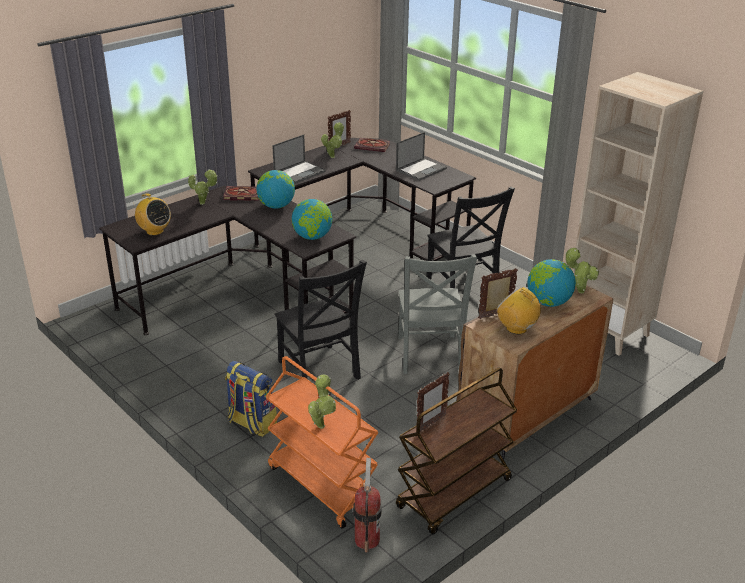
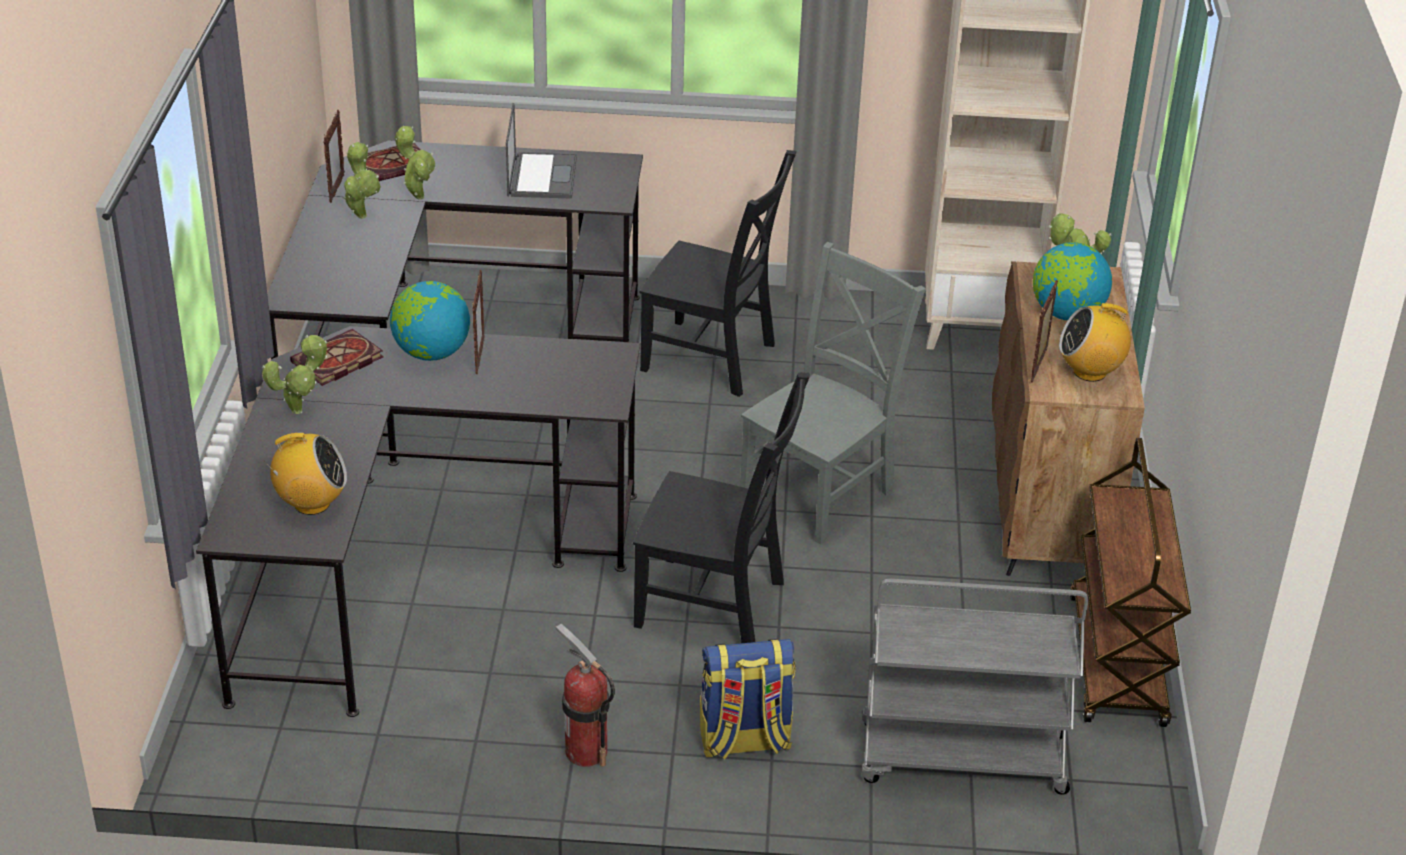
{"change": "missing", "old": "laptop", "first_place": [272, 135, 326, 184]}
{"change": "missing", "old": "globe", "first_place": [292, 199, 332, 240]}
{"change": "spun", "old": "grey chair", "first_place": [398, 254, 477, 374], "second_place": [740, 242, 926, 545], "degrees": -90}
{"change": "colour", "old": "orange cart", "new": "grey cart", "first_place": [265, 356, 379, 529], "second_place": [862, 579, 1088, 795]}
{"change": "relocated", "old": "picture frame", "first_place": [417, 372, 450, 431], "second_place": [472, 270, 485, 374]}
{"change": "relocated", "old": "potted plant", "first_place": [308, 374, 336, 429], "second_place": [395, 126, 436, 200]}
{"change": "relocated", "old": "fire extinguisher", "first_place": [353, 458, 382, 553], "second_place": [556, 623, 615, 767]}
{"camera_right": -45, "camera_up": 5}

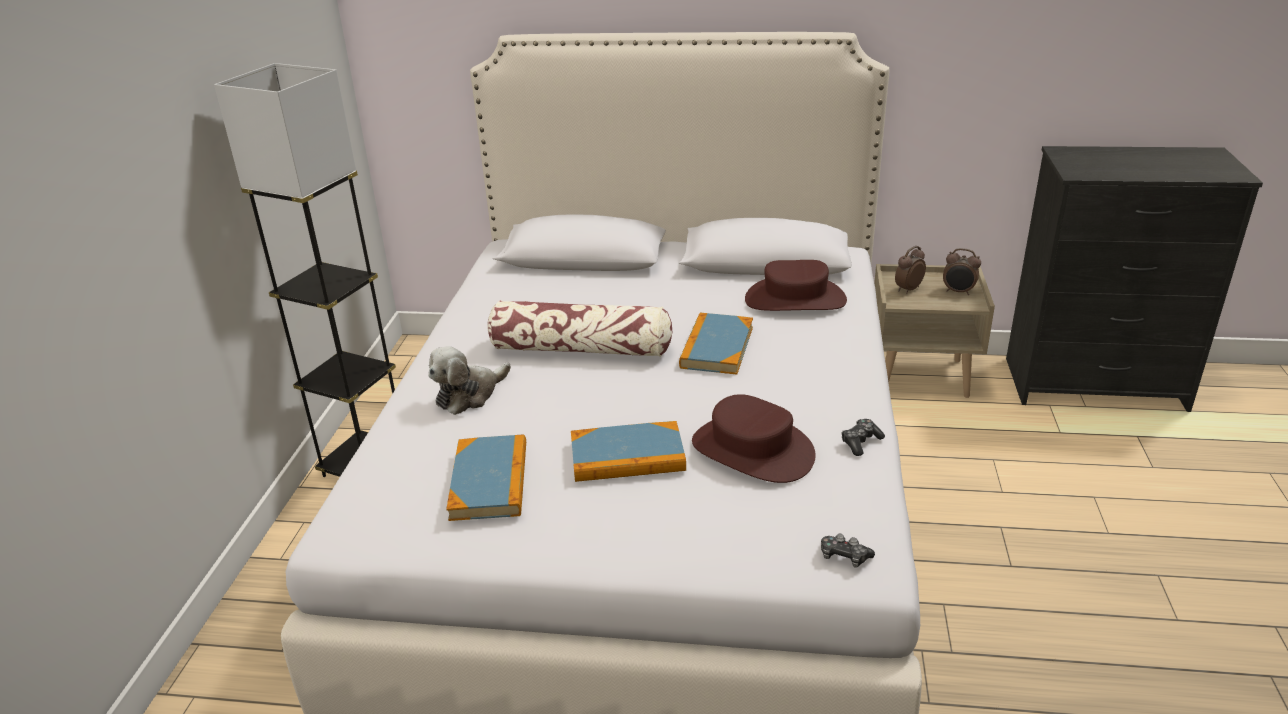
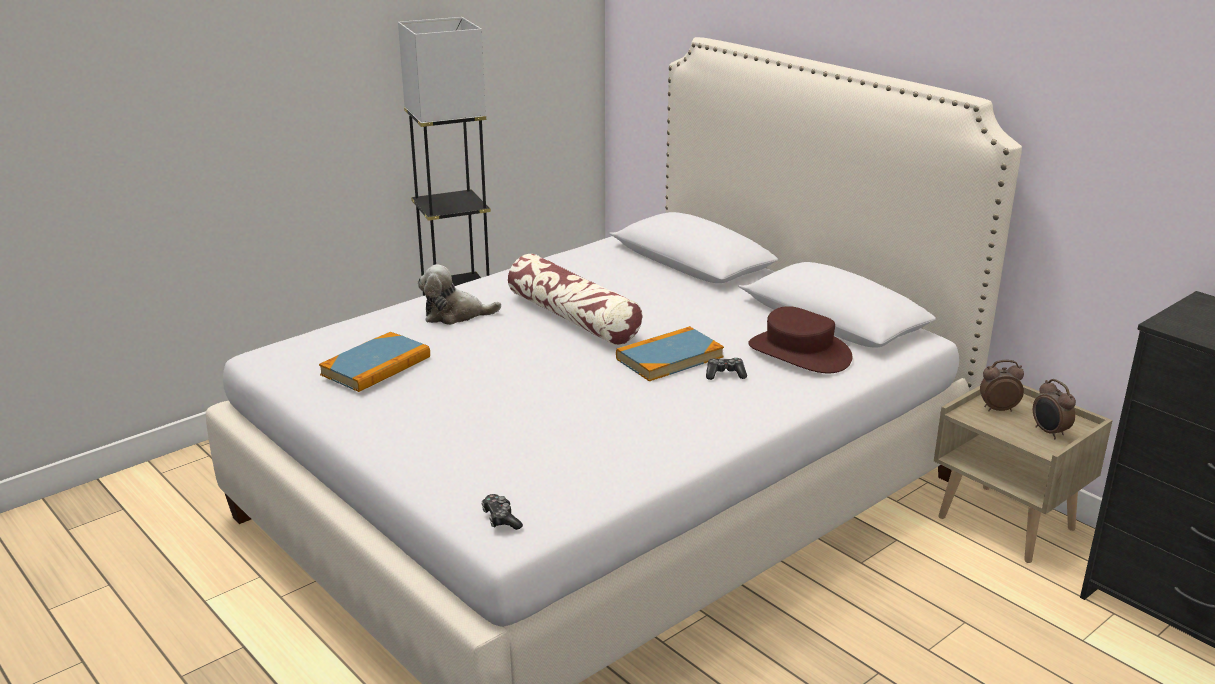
{"change": "missing", "old": "brown hat", "first_place": [692, 394, 816, 483]}
{"change": "relocated", "old": "game controller", "first_place": [841, 419, 885, 456], "second_place": [706, 358, 747, 380]}
{"change": "missing", "old": "book", "first_place": [571, 421, 686, 482]}
{"camera_right": 40, "camera_up": -5}

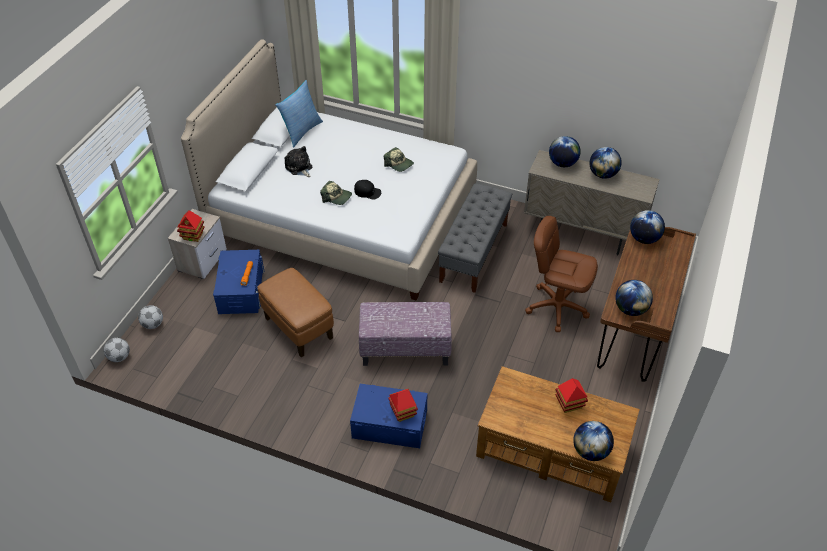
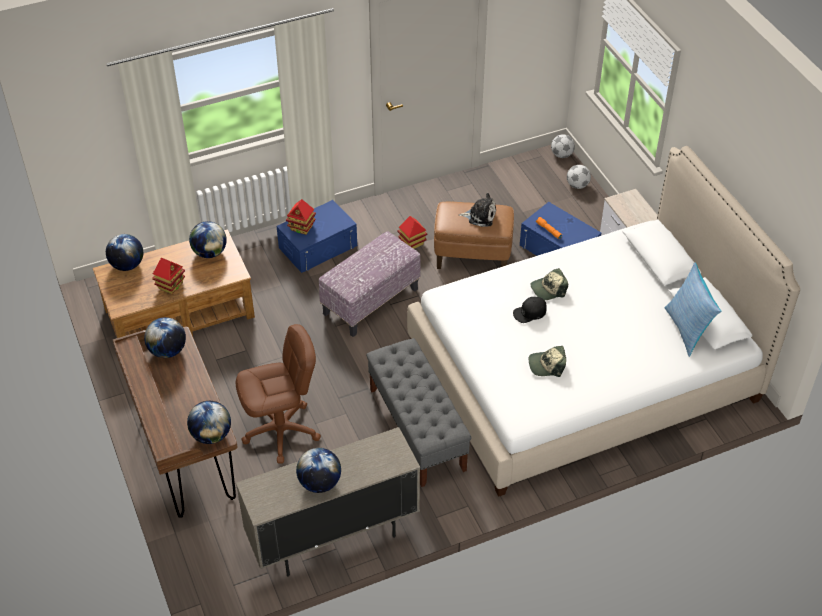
{"change": "relocated", "old": "globe", "first_place": [549, 136, 581, 167], "second_place": [189, 221, 227, 258]}
{"change": "relocated", "old": "plush toy", "first_place": [284, 146, 312, 177], "second_place": [459, 193, 496, 227]}
{"change": "relocated", "old": "toy house", "first_place": [177, 210, 205, 242], "second_place": [397, 216, 427, 249]}
{"camera_right": 135, "camera_up": 0}

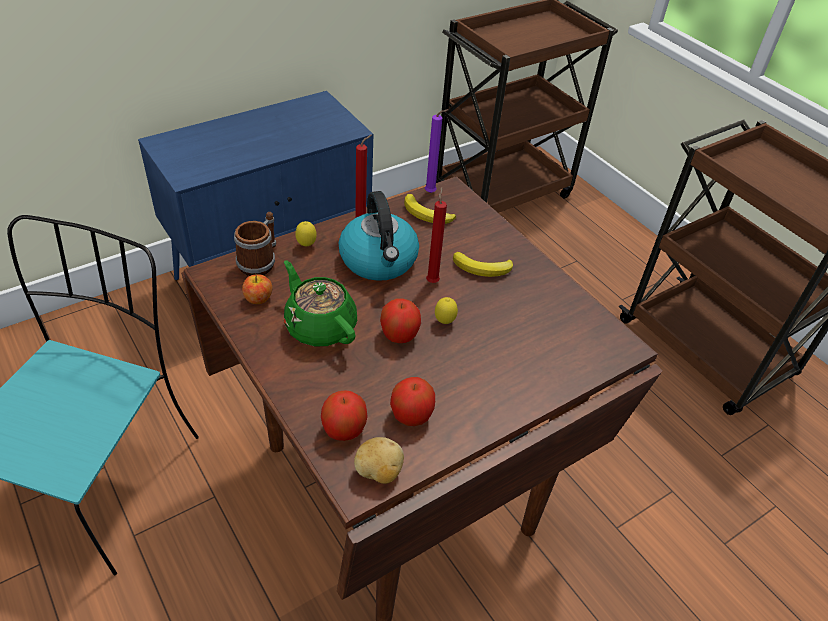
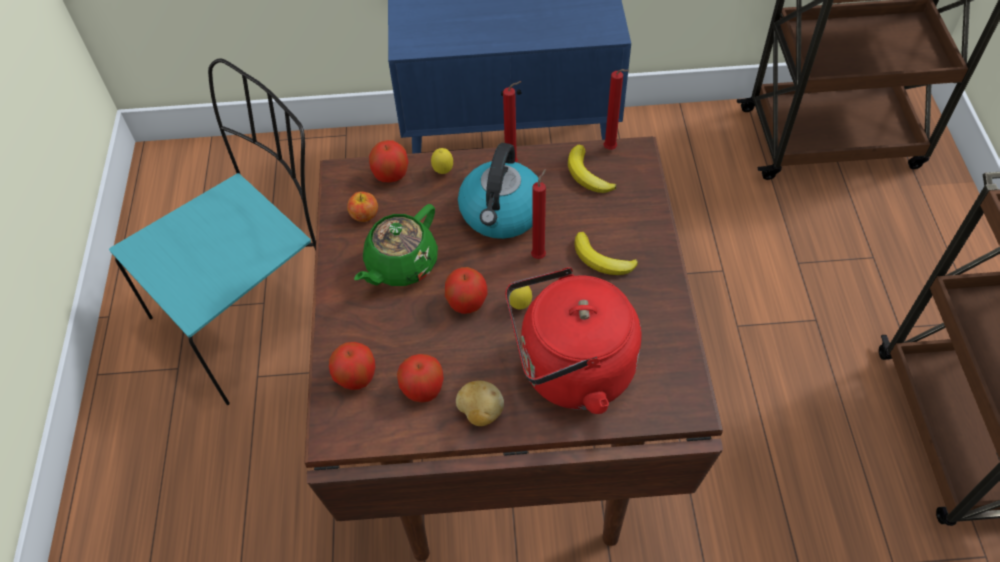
{"change": "colour", "old": "purple candle", "new": "red candle", "first_place": [425, 109, 449, 193], "second_place": [604, 69, 629, 150]}
{"change": "exchanged", "old": "mug", "new": "apple", "first_place": [234, 212, 276, 276], "second_place": [369, 140, 409, 182]}
{"change": "spun", "old": "green teapot", "first_place": [284, 260, 357, 347], "second_place": [354, 204, 438, 286], "degrees": -135}
{"change": "relocated", "old": "potato", "first_place": [354, 437, 404, 484], "second_place": [456, 381, 504, 426]}
{"change": "appeared", "new": "red kettle", "second_place": [505, 268, 642, 414]}
{"camera_right": 35, "camera_up": 10}

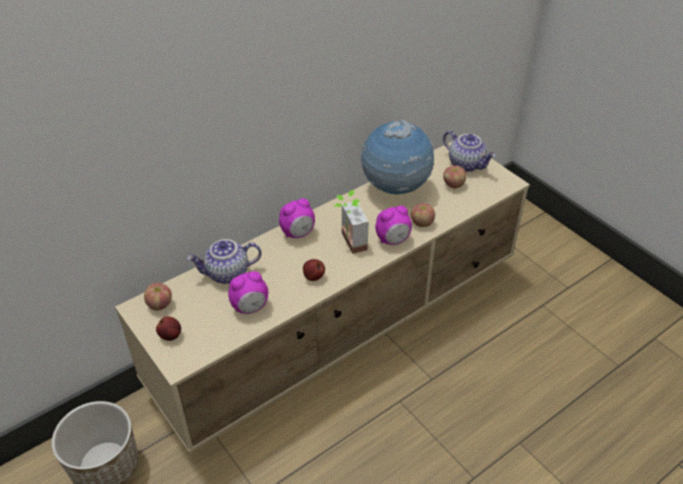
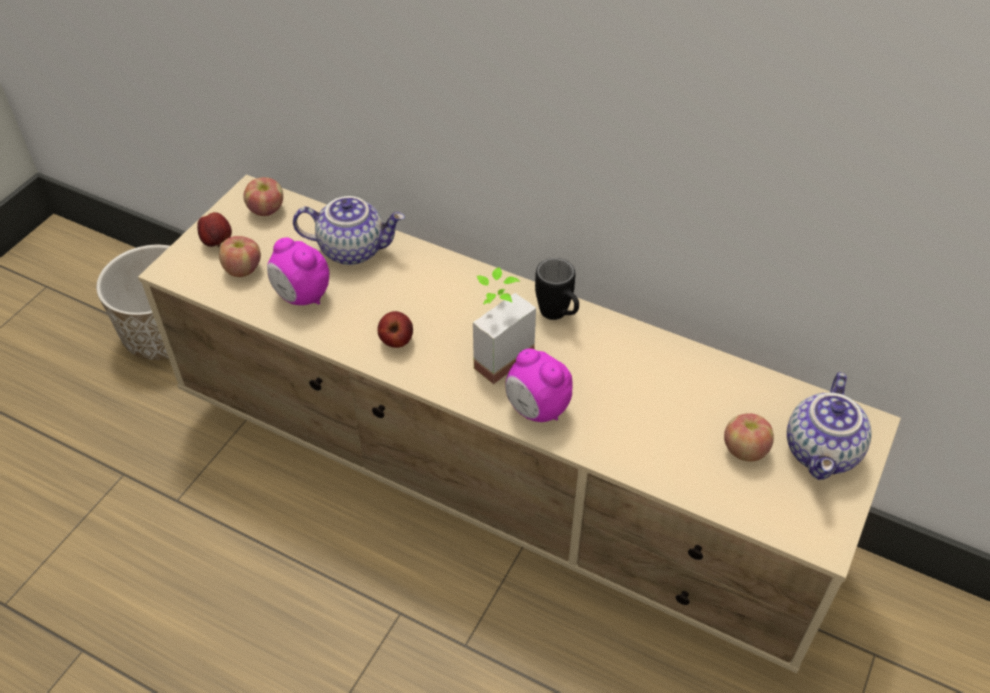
{"change": "missing", "old": "globe", "first_place": [360, 120, 434, 195]}
{"change": "missing", "old": "alarm clock", "first_place": [279, 198, 315, 238]}
{"change": "relocated", "old": "apple", "first_place": [411, 203, 435, 227], "second_place": [219, 236, 261, 277]}
{"change": "spun", "old": "teapot", "first_place": [187, 239, 261, 284], "second_place": [293, 196, 405, 265], "degrees": 135}
{"change": "appeared", "new": "black mug", "second_place": [535, 258, 579, 320]}
{"camera_right": 65, "camera_up": 5}

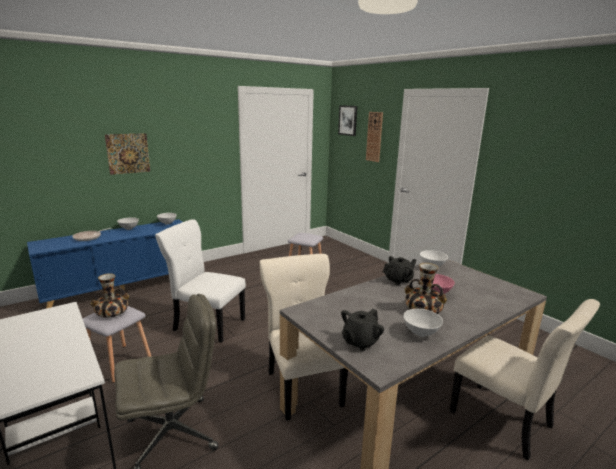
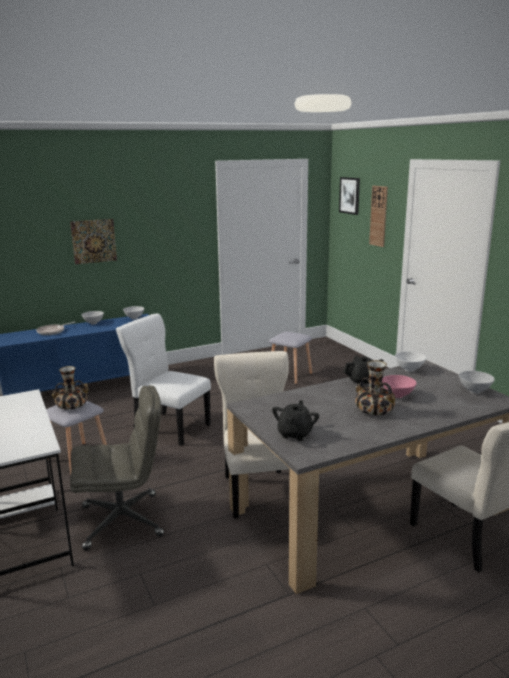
{"change": "spun", "old": "black teapot", "first_place": [341, 309, 384, 351], "second_place": [272, 400, 319, 441], "degrees": 150}
{"change": "relocated", "old": "white bowl", "first_place": [403, 309, 443, 337], "second_place": [459, 371, 495, 393]}
{"camera_right": 10, "camera_up": 0}

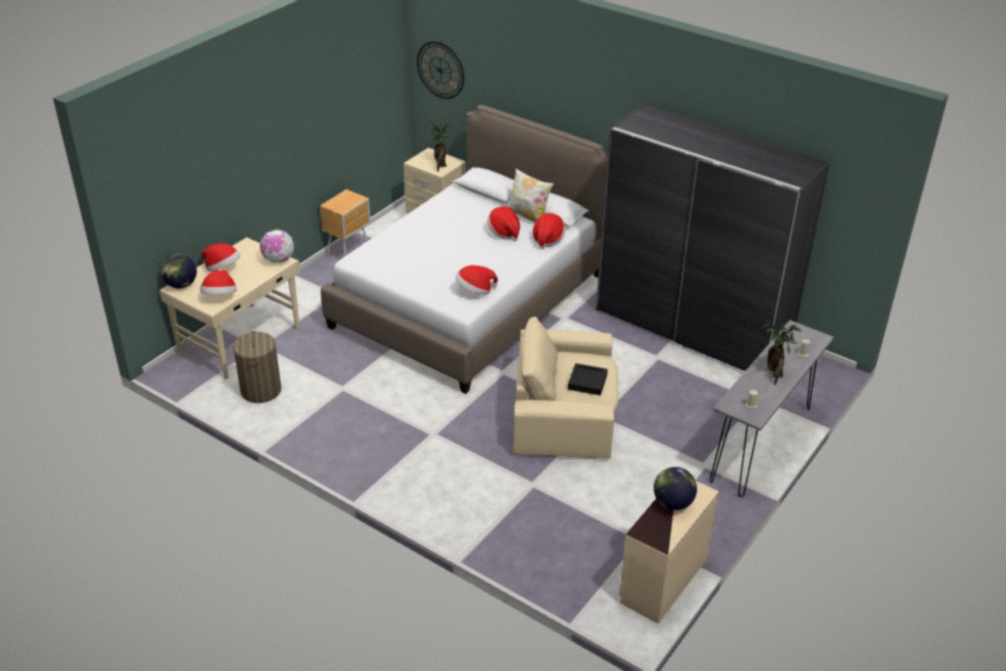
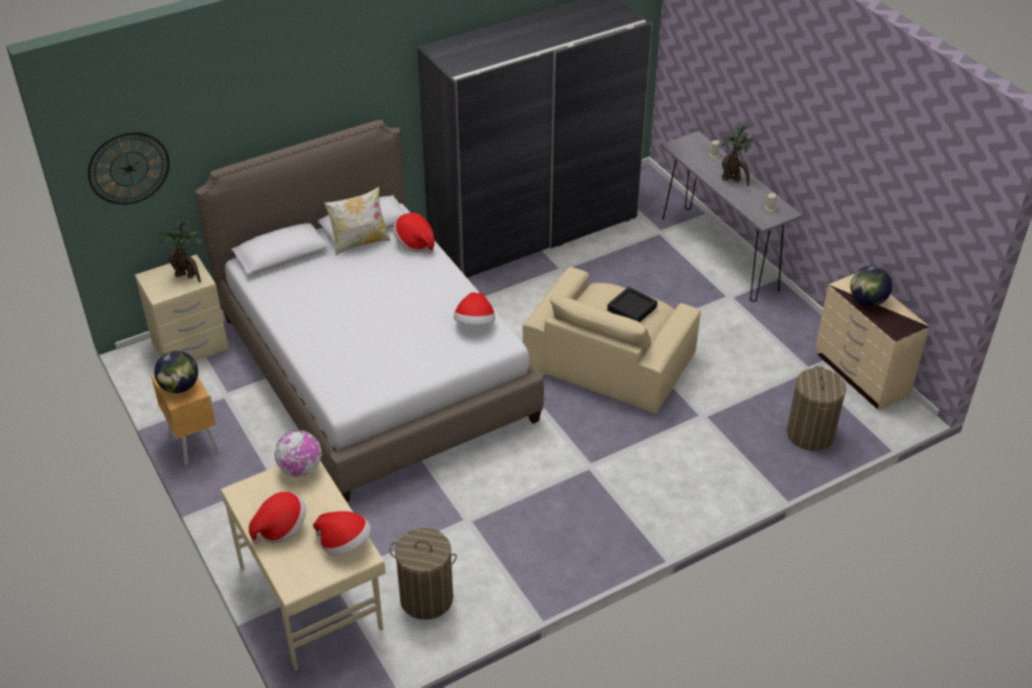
{"change": "missing", "old": "hat", "first_place": [487, 207, 520, 241]}
{"change": "relocated", "old": "globe", "first_place": [161, 254, 197, 289], "second_place": [154, 351, 198, 393]}
{"change": "appeared", "new": "laundry basket", "second_place": [787, 366, 846, 451]}
{"camera_right": -65, "camera_up": 5}

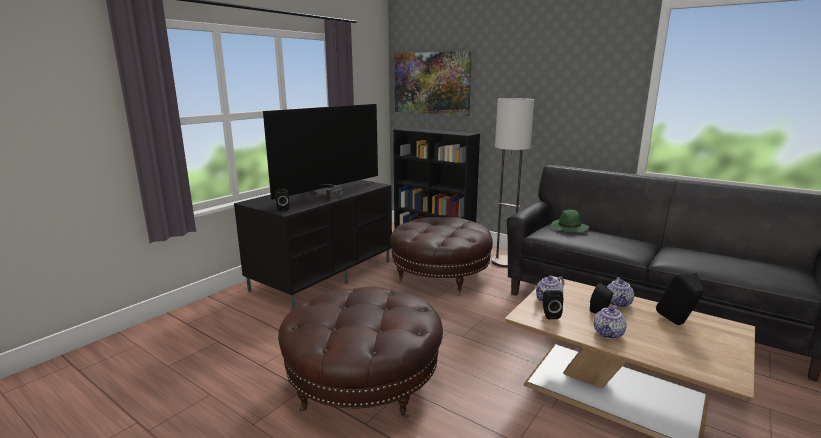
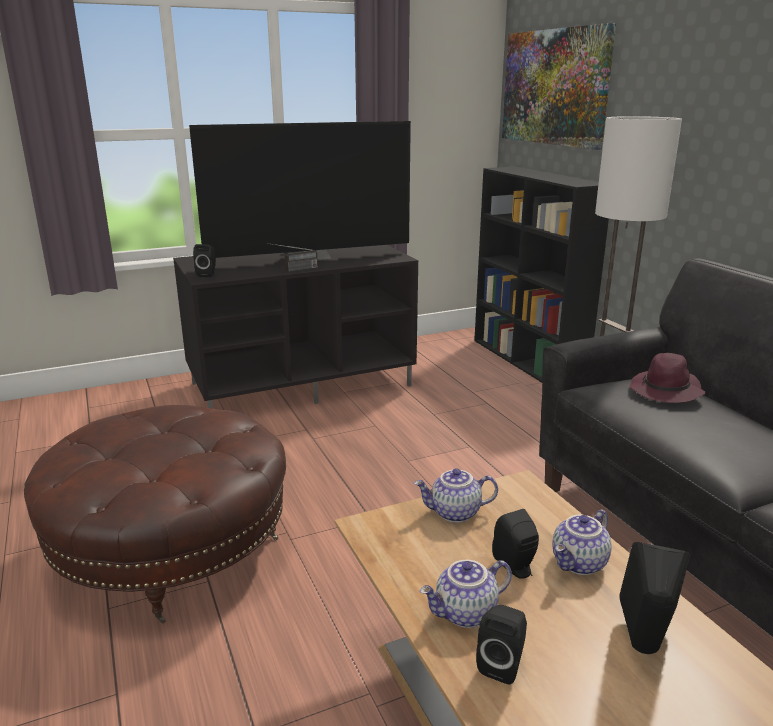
{"change": "colour", "old": "green hat", "new": "purple hat", "first_place": [551, 210, 589, 233], "second_place": [629, 353, 706, 403]}
{"change": "missing", "old": "brown ottoman", "first_place": [390, 217, 493, 295]}
{"change": "relocated", "old": "black speaker", "first_place": [543, 290, 563, 319], "second_place": [476, 605, 527, 684]}
{"camera_right": 30, "camera_up": 5}

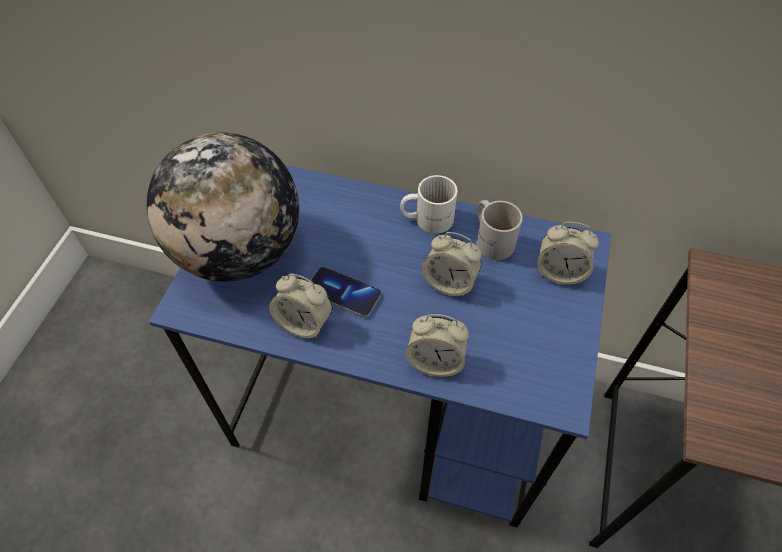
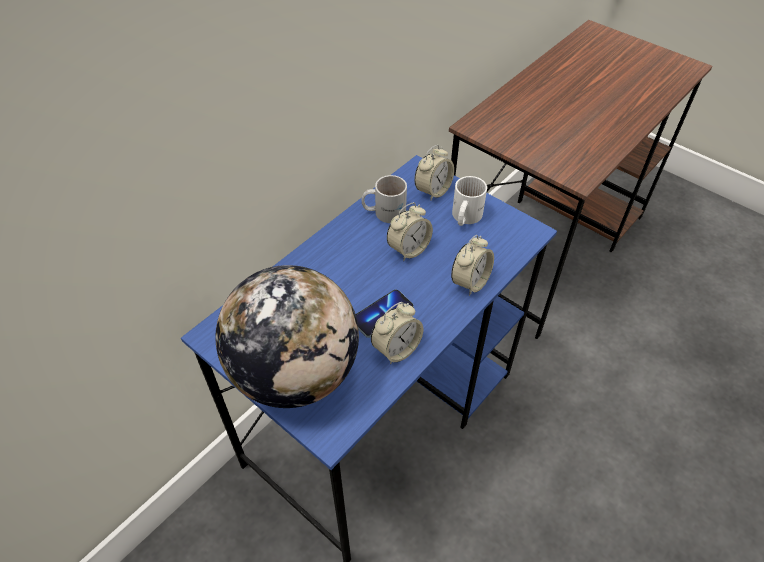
{"change": "relocated", "old": "white mug", "first_place": [400, 175, 457, 234], "second_place": [452, 176, 487, 226]}
{"camera_right": -65, "camera_up": -5}

